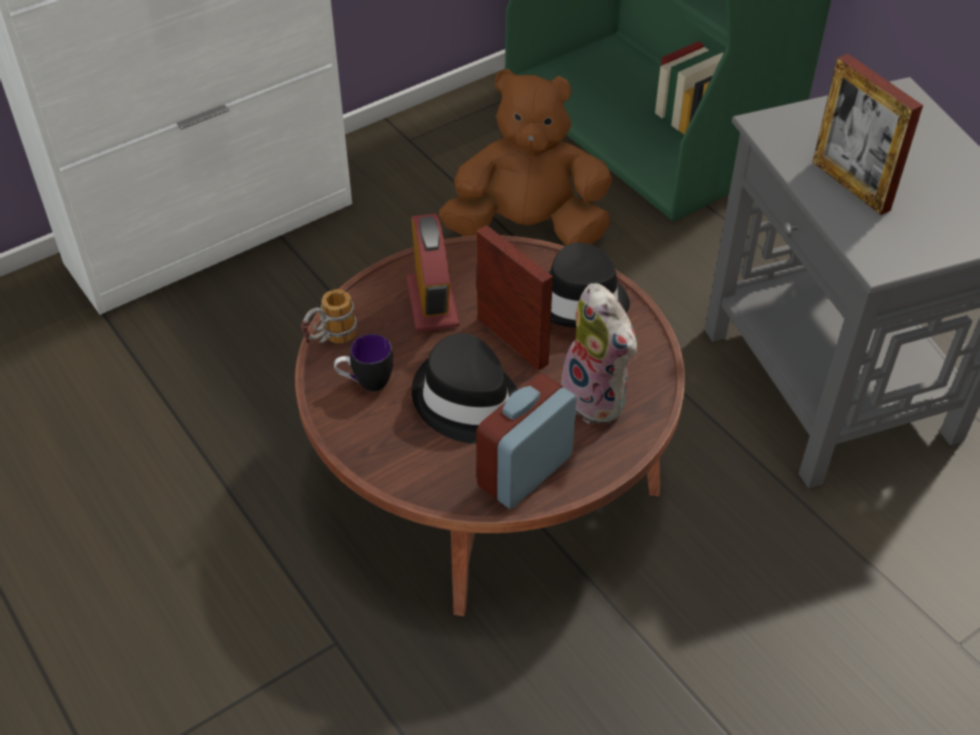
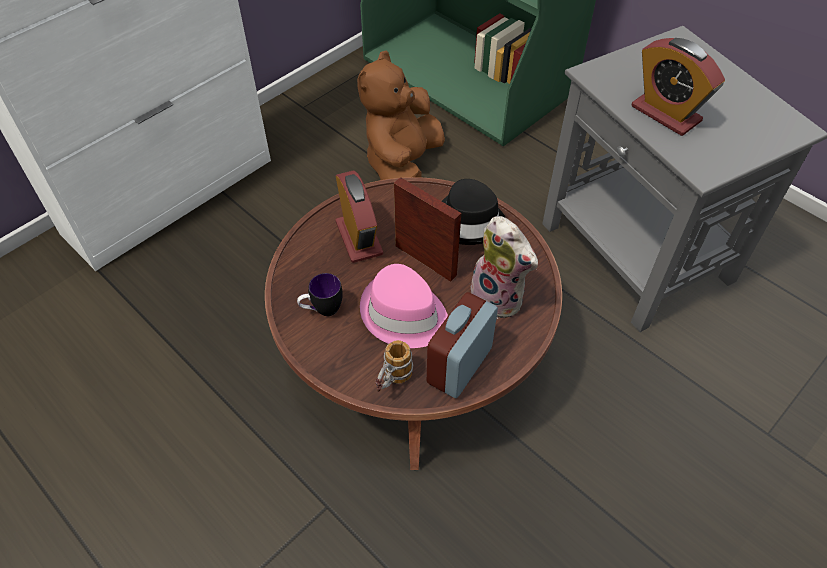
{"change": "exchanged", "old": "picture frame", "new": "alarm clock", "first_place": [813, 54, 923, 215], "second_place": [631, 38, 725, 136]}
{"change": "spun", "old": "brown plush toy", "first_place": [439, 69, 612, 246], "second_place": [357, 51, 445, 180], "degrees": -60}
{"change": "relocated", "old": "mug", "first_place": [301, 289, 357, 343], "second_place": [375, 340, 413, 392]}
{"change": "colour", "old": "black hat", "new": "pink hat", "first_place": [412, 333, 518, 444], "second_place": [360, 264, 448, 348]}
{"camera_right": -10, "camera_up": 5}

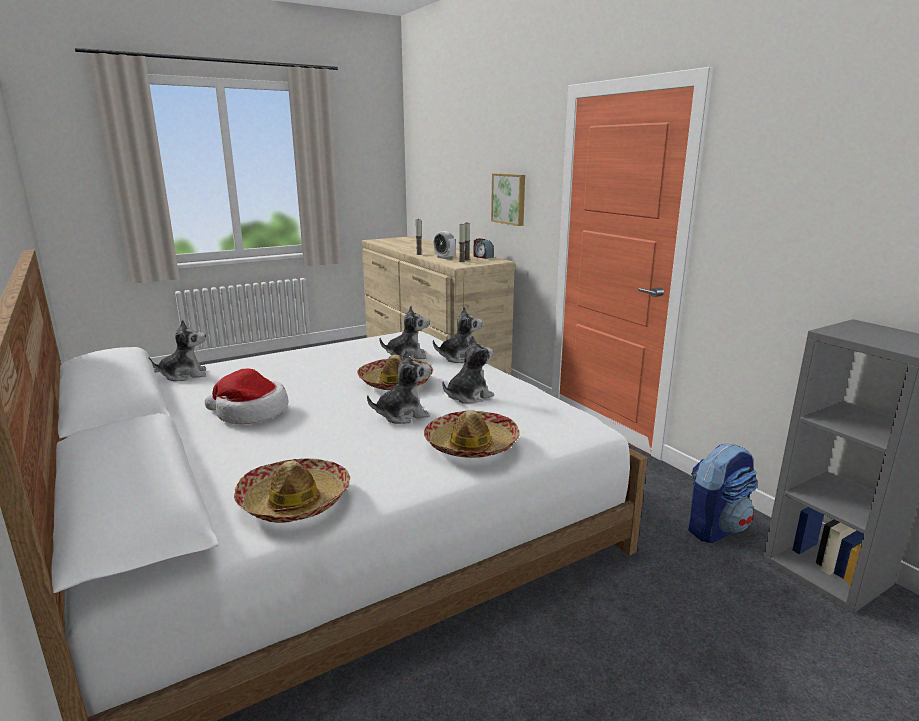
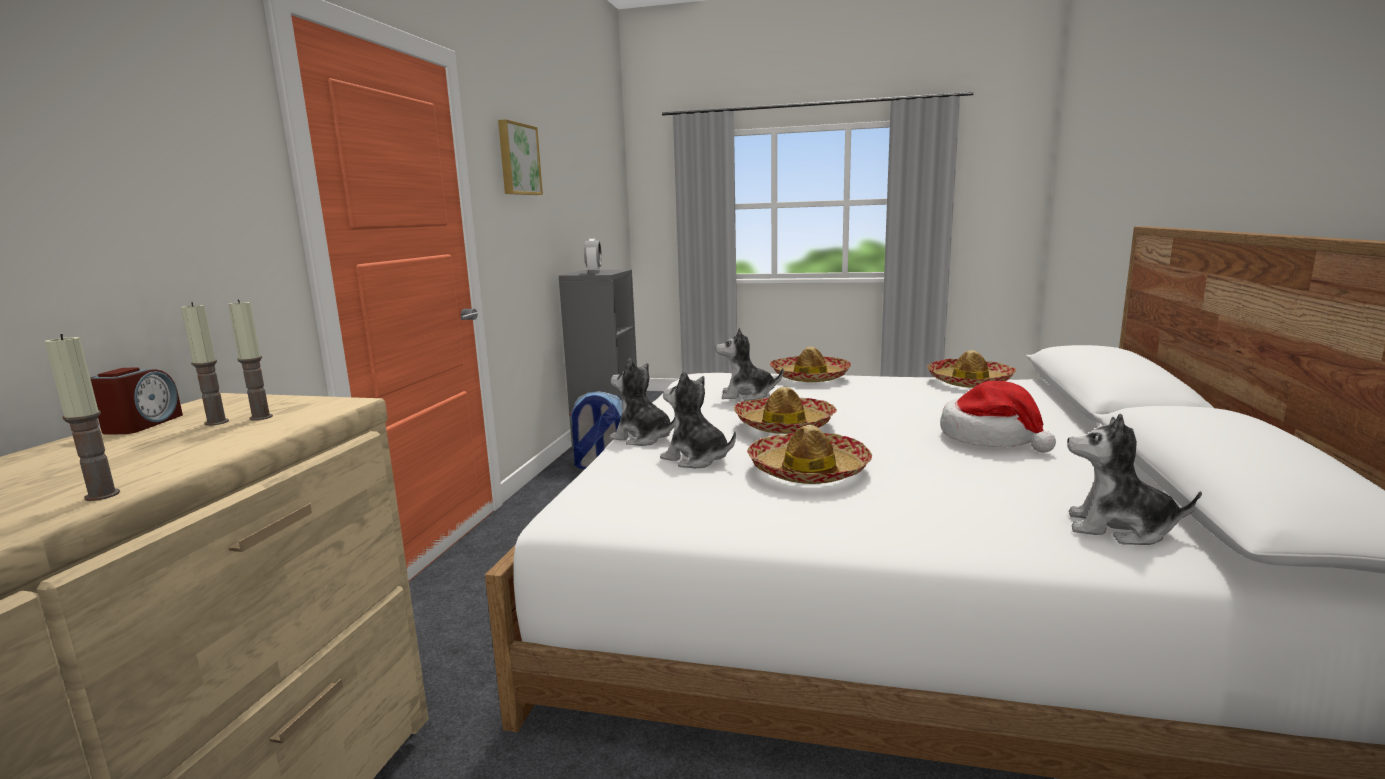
{"change": "relocated", "old": "picture", "first_place": [491, 173, 525, 226], "second_place": [498, 119, 543, 195]}
{"change": "relocated", "old": "alarm clock", "first_place": [434, 231, 455, 259], "second_place": [584, 239, 602, 274]}
{"change": "missing", "old": "plush toy", "first_place": [367, 350, 431, 424]}
{"change": "appeared", "new": "hat", "second_place": [747, 425, 872, 484]}
{"camera_right": -135, "camera_up": -5}

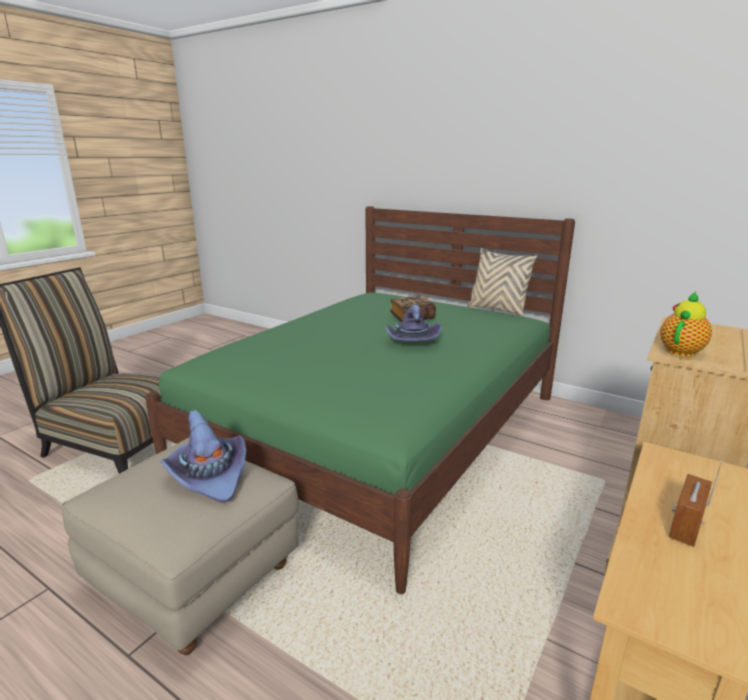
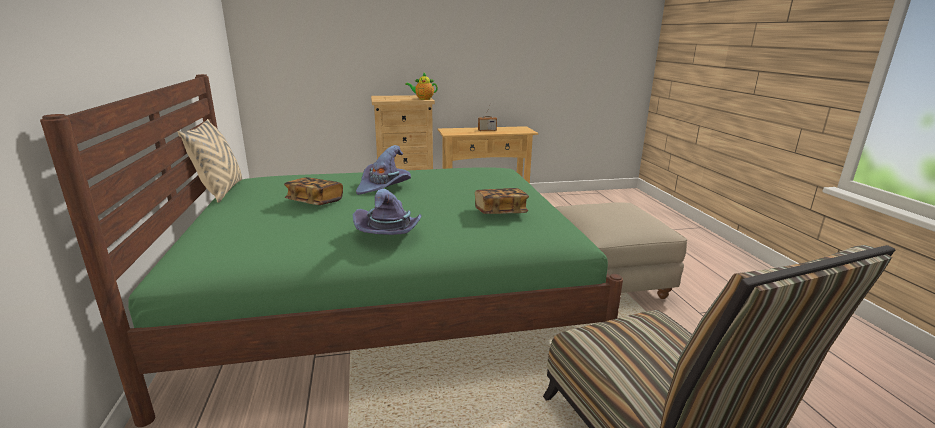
{"change": "relocated", "old": "purple hat", "first_place": [160, 410, 246, 502], "second_place": [353, 189, 422, 235]}
{"change": "appeared", "new": "book", "second_place": [475, 188, 529, 214]}
{"camera_right": -135, "camera_up": 0}

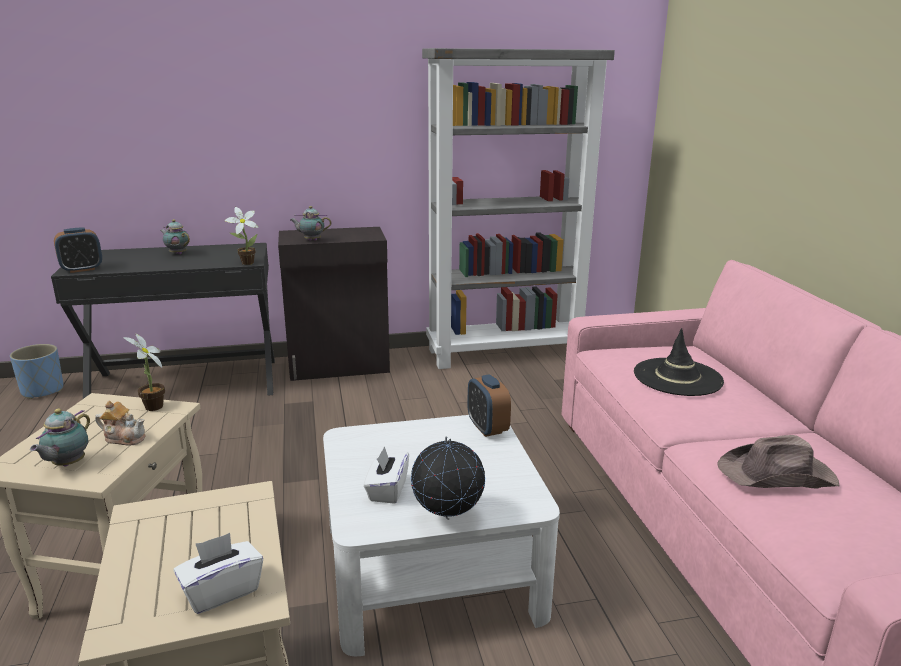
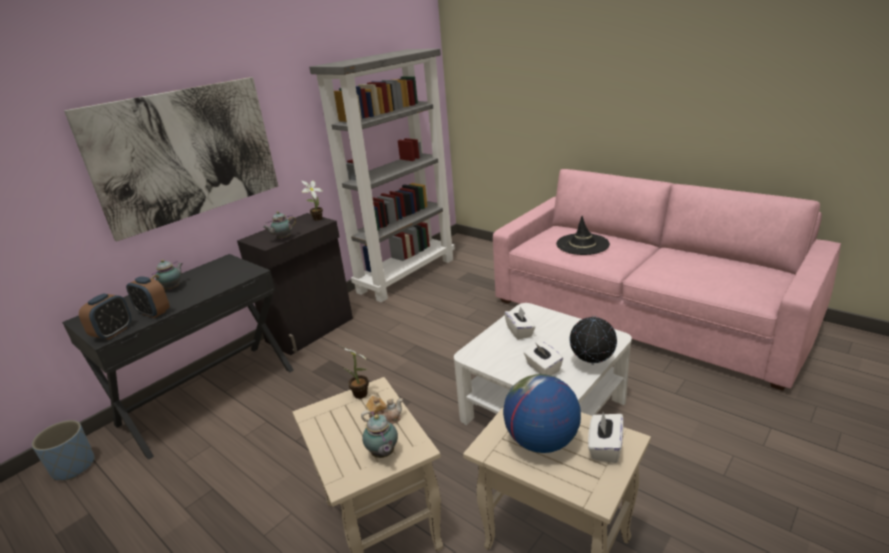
{"change": "relocated", "old": "potted plant", "first_place": [225, 207, 258, 265], "second_place": [302, 180, 323, 221]}
{"change": "spun", "old": "teapot", "first_place": [160, 219, 190, 255], "second_place": [151, 260, 183, 290], "degrees": 120}
{"change": "relocated", "old": "alarm clock", "first_place": [467, 375, 511, 437], "second_place": [126, 276, 170, 318]}
{"change": "missing", "old": "brown hat", "first_place": [717, 435, 839, 489]}
{"change": "appeared", "new": "picture", "second_place": [64, 77, 278, 241]}
{"change": "appeared", "new": "white tissue box", "second_place": [504, 306, 535, 340]}
{"change": "appeared", "new": "globe", "second_place": [503, 374, 581, 453]}
{"camera_right": -35, "camera_up": 5}

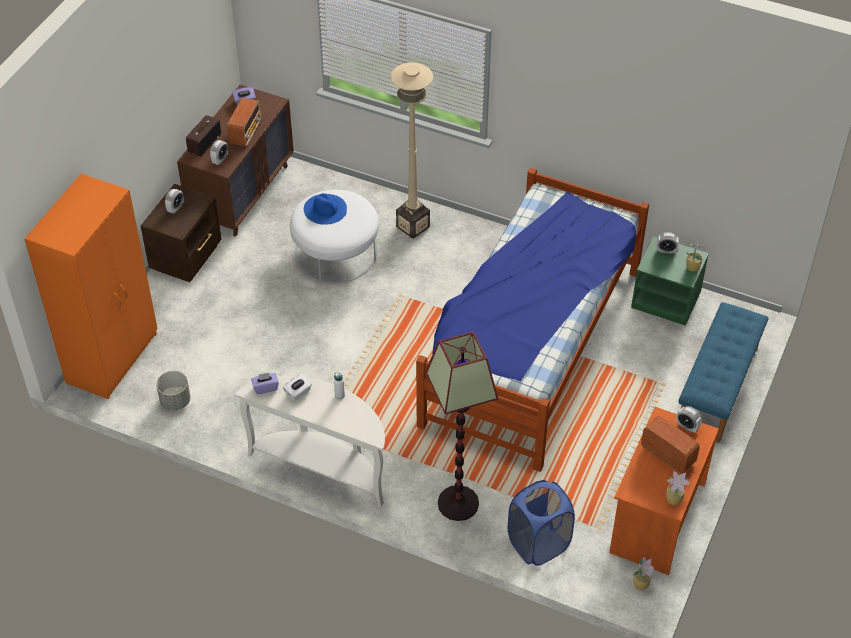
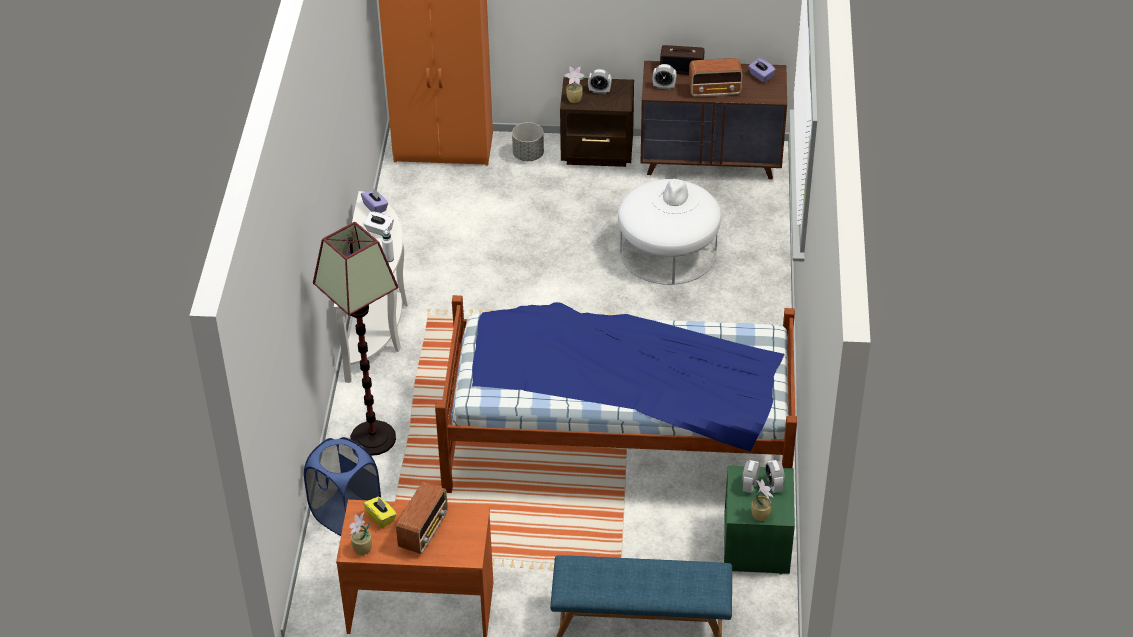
{"change": "missing", "old": "beige floor lamp", "first_place": [390, 63, 433, 239]}
{"change": "colour", "old": "blue hat", "new": "white hat", "first_place": [304, 193, 347, 225], "second_place": [651, 179, 700, 214]}
{"change": "relocated", "old": "grey planter", "first_place": [156, 371, 191, 410], "second_place": [512, 122, 544, 161]}
{"change": "relocated", "old": "alarm clock", "first_place": [676, 406, 702, 433], "second_place": [742, 460, 760, 493]}
{"change": "relocated", "old": "potted plant", "first_place": [633, 556, 655, 590], "second_place": [564, 66, 585, 103]}
{"change": "appeared", "new": "yellow tissue box", "second_place": [364, 497, 396, 528]}
{"camera_right": 70, "camera_up": -5}

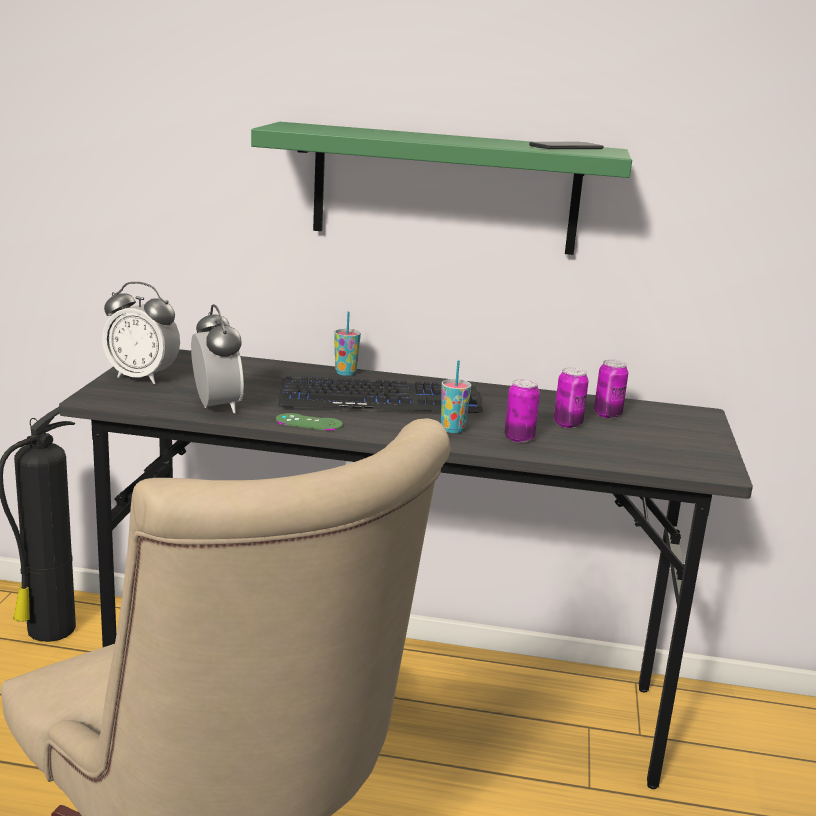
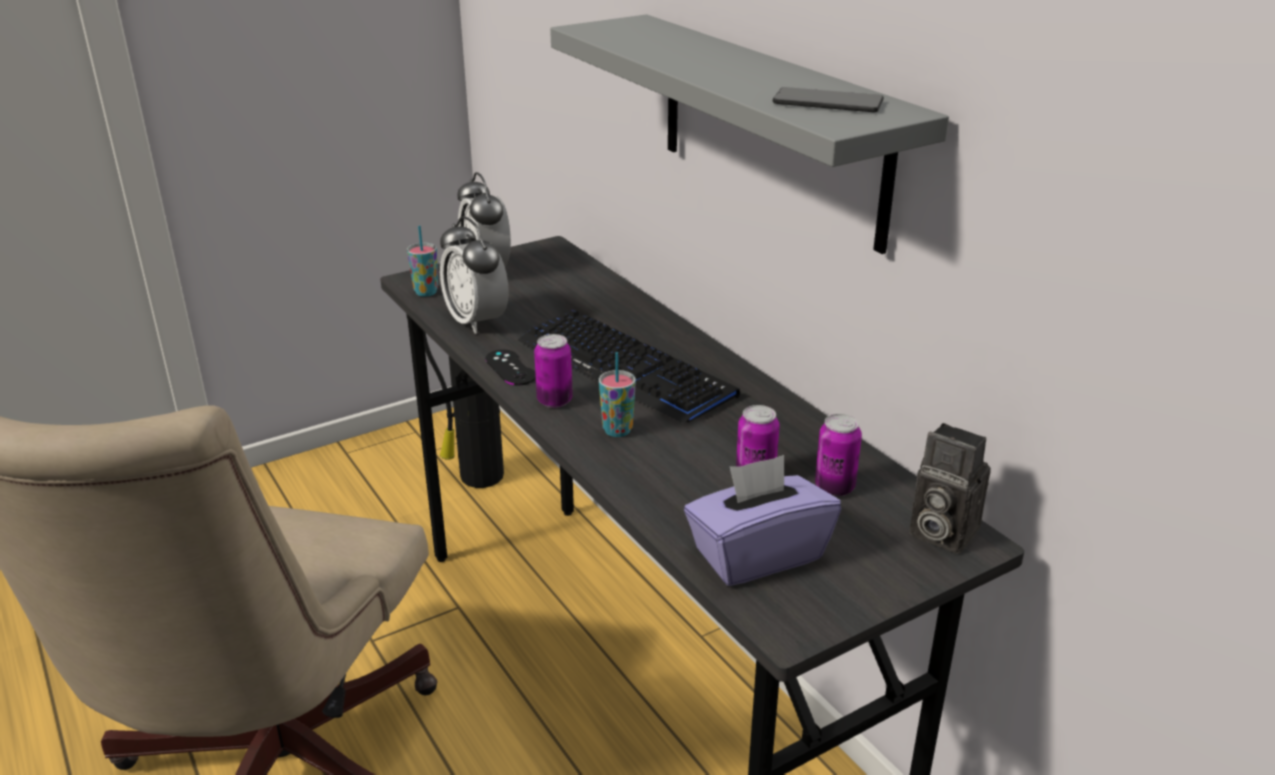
{"change": "colour", "old": "green shelf", "new": "grey shelf", "first_place": [251, 122, 632, 255], "second_place": [550, 14, 949, 254]}
{"change": "spun", "old": "alarm clock", "first_place": [191, 304, 244, 413], "second_place": [440, 216, 509, 334], "degrees": 120}
{"change": "relocated", "old": "cup", "first_place": [334, 311, 361, 376], "second_place": [407, 225, 438, 297]}
{"change": "relocated", "old": "can", "first_place": [504, 379, 540, 443], "second_place": [534, 334, 573, 408]}
{"change": "colour", "old": "green game controller", "new": "black game controller", "first_place": [276, 413, 343, 431], "second_place": [485, 350, 536, 386]}
{"change": "appeared", "new": "photo camera", "second_place": [909, 423, 991, 554]}
{"change": "appeared", "new": "purple tissue box", "second_place": [684, 455, 841, 586]}
{"camera_right": 50, "camera_up": 10}

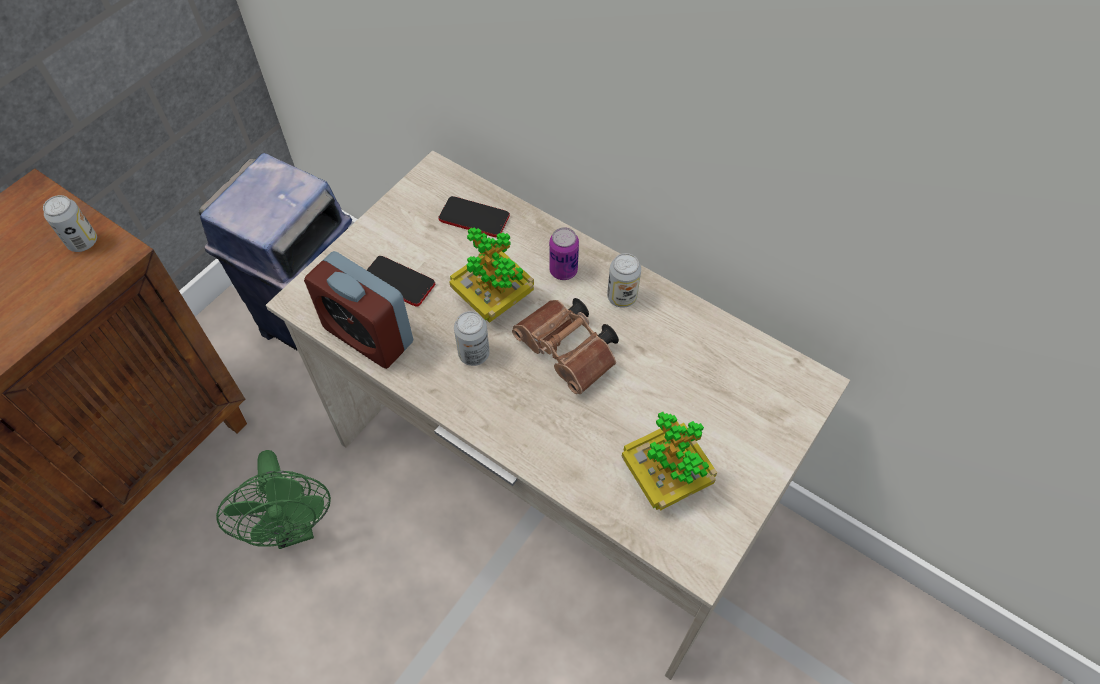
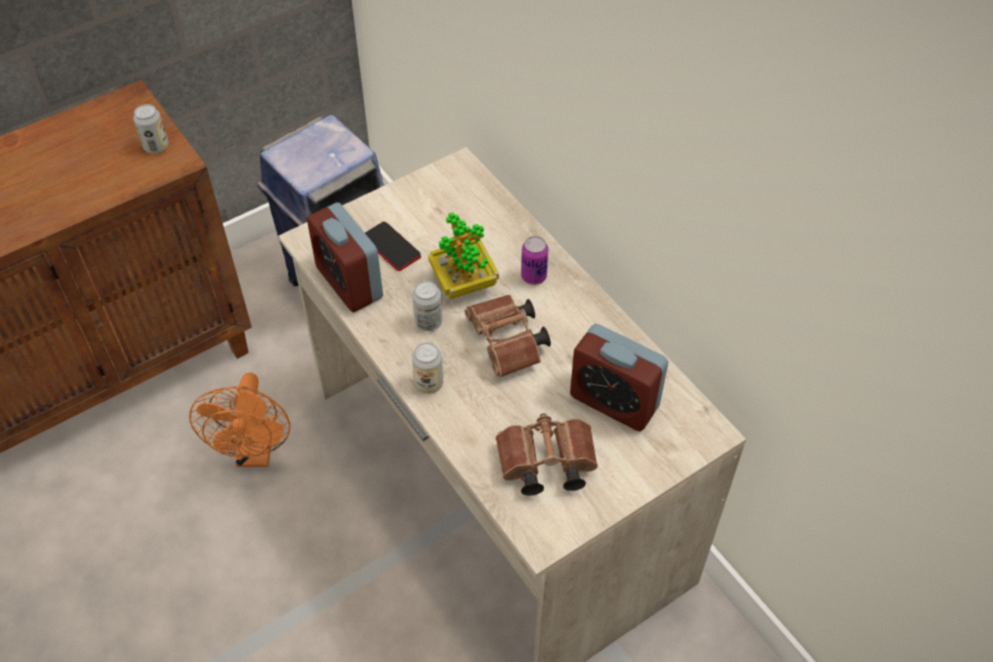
{"change": "missing", "old": "phone", "first_place": [438, 196, 510, 237]}
{"change": "relocated", "old": "can", "first_place": [607, 253, 641, 308], "second_place": [412, 342, 443, 394]}
{"change": "exchanged", "old": "potted plant", "new": "brown binoculars", "first_place": [622, 412, 717, 510], "second_place": [496, 413, 598, 496]}
{"change": "colour", "old": "green fan", "new": "orange fan", "first_place": [216, 450, 331, 549], "second_place": [189, 373, 290, 467]}
{"change": "appeared", "new": "alarm clock", "second_place": [570, 324, 668, 431]}
{"camera_right": 20, "camera_up": -5}

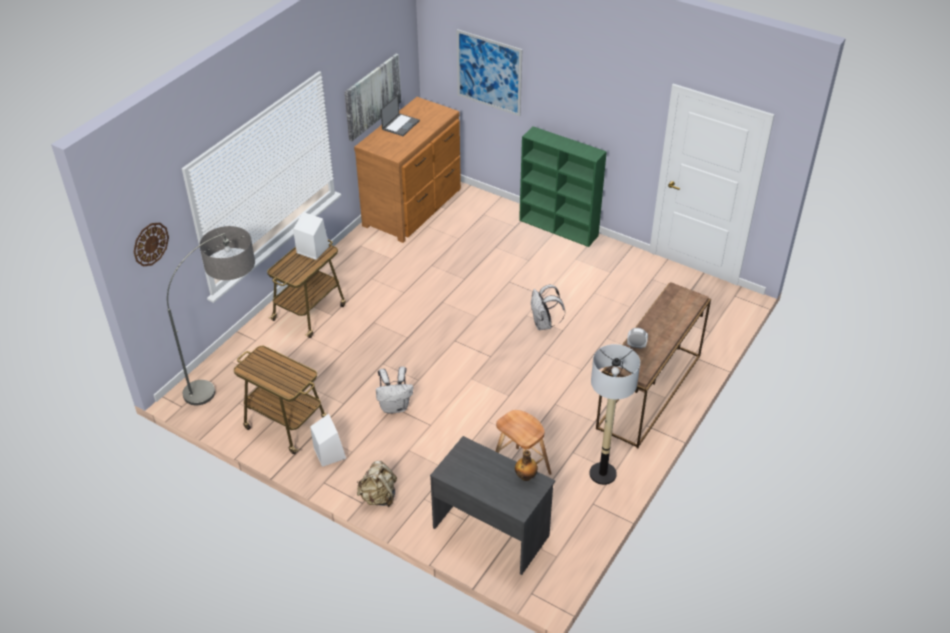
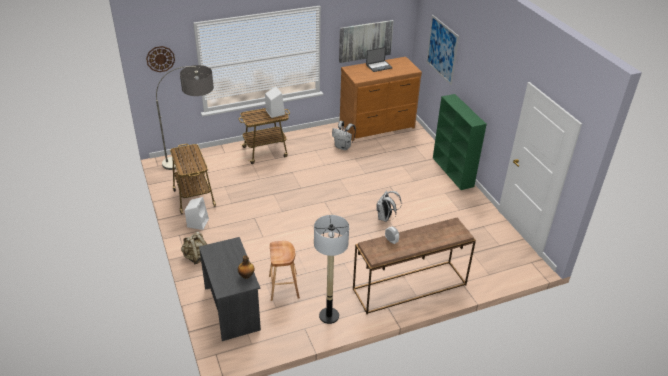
{"change": "relocated", "old": "white backpack", "first_place": [376, 366, 413, 414], "second_place": [332, 121, 356, 150]}
{"camera_right": 35, "camera_up": -5}

